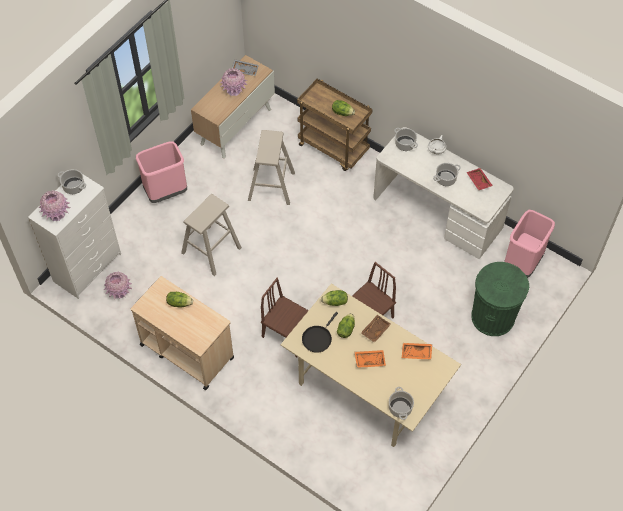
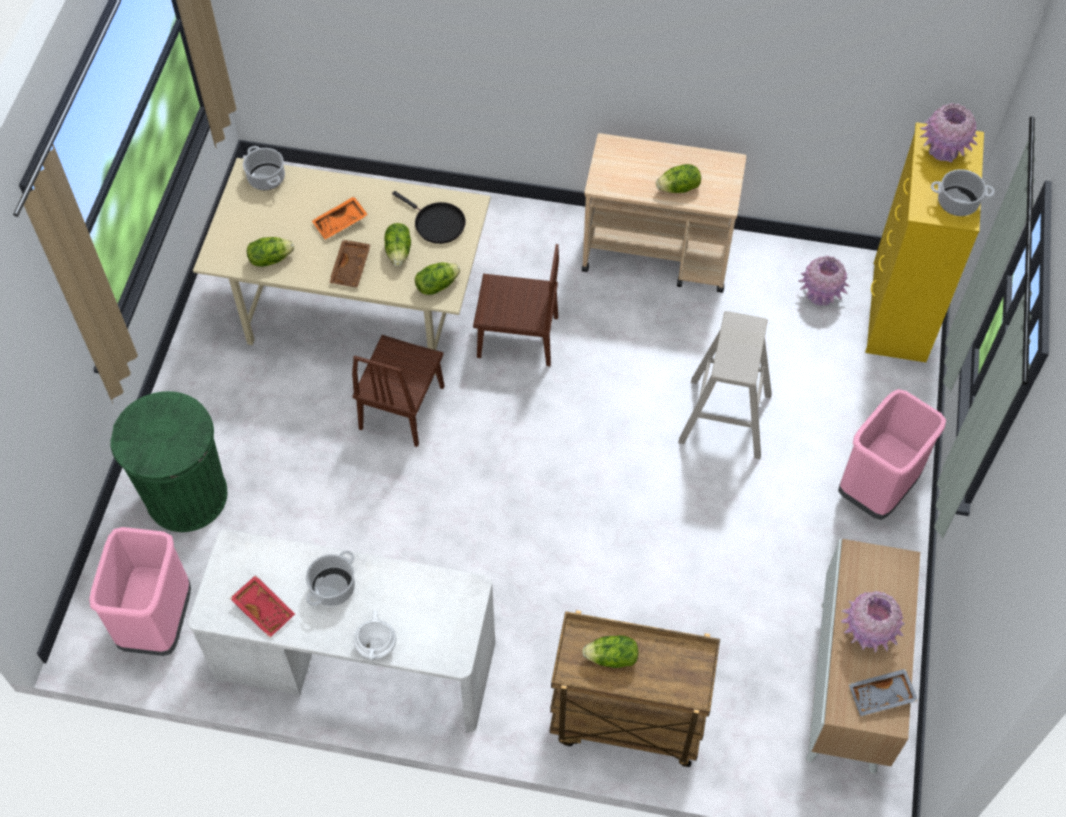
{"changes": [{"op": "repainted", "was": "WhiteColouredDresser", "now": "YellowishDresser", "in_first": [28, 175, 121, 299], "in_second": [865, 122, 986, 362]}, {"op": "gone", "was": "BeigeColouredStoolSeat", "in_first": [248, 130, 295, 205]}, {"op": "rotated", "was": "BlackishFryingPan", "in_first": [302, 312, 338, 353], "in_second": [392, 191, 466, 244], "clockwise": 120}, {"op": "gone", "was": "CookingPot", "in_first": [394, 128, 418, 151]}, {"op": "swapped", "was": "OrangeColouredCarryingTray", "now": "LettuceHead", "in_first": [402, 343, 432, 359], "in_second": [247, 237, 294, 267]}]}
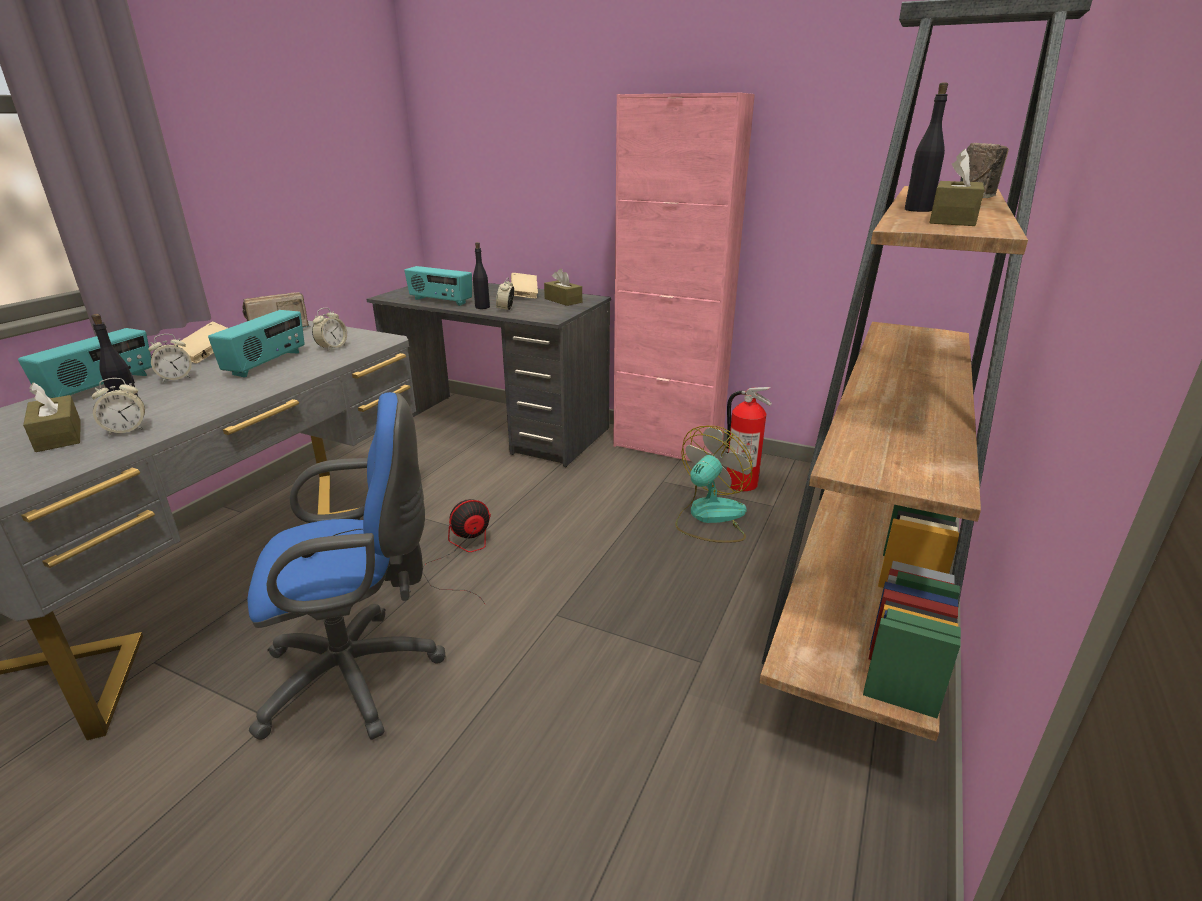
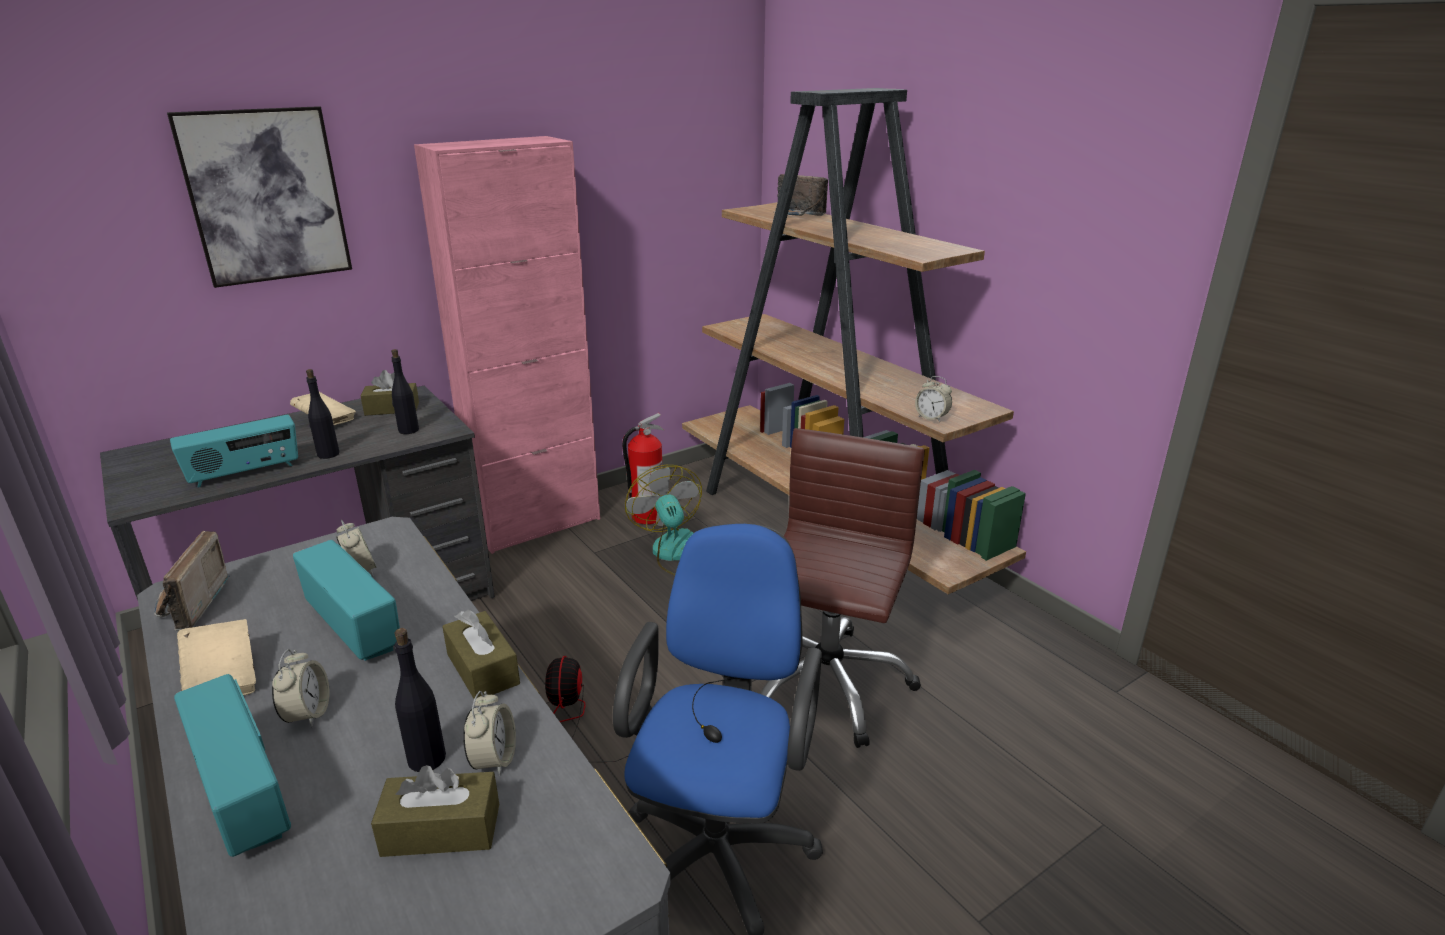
{"changes": [{"op": "shifted", "was": "AlarmClock", "in_first": [496, 277, 514, 311], "in_second": [915, 376, 952, 422]}, {"op": "shifted", "was": "BlackishBeverageBottle", "in_first": [905, 83, 948, 212], "in_second": [391, 349, 419, 434]}, {"op": "shifted", "was": "BrownColouredBoxOfTissues", "in_first": [929, 149, 984, 226], "in_second": [442, 610, 520, 699]}, {"op": "new", "now": "WallArt", "in_second": [167, 106, 352, 288]}, {"op": "new", "now": "BrownColouredOfficeChair", "in_second": [760, 428, 925, 748]}]}
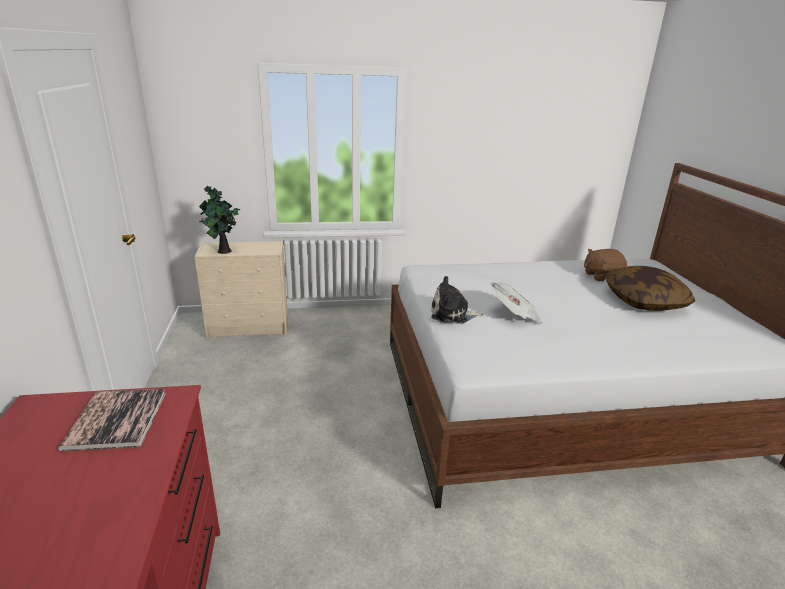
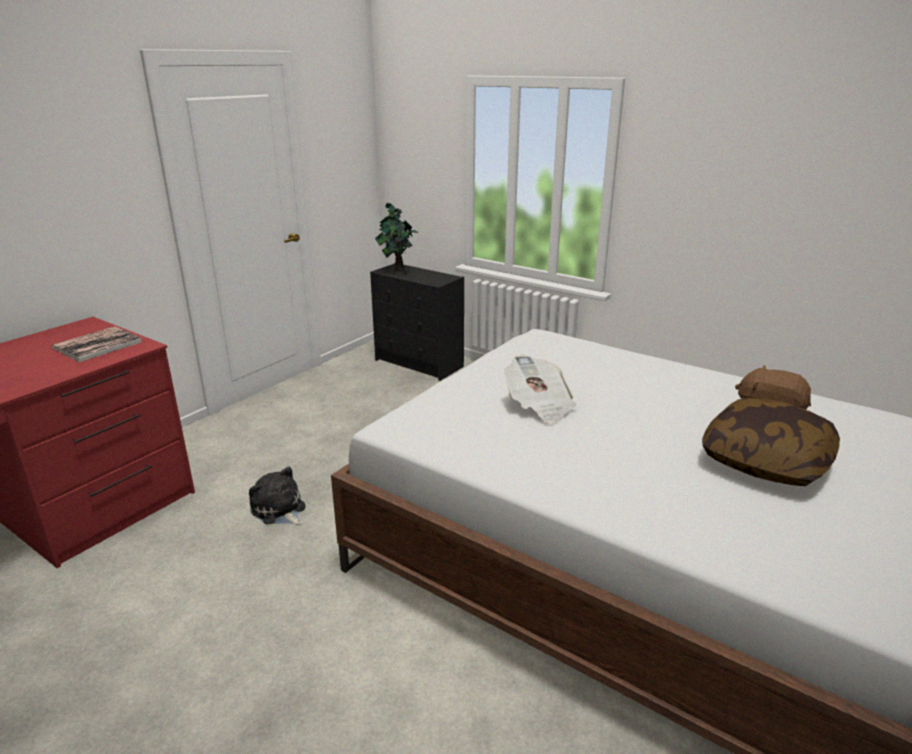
{"changes": [{"op": "repainted", "was": "BeigeColouredDresser", "now": "BlackishDresser", "in_first": [194, 241, 288, 339], "in_second": [370, 263, 464, 381]}, {"op": "shifted", "was": "CuddlyToy", "in_first": [431, 276, 484, 324], "in_second": [249, 466, 305, 526]}]}
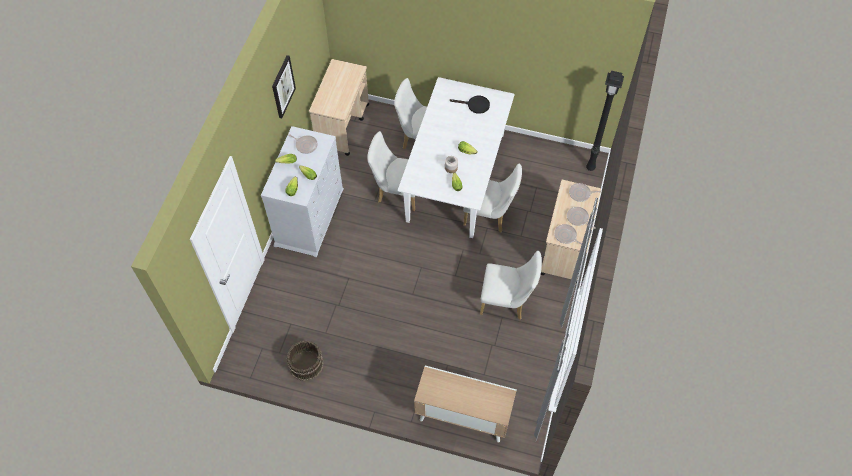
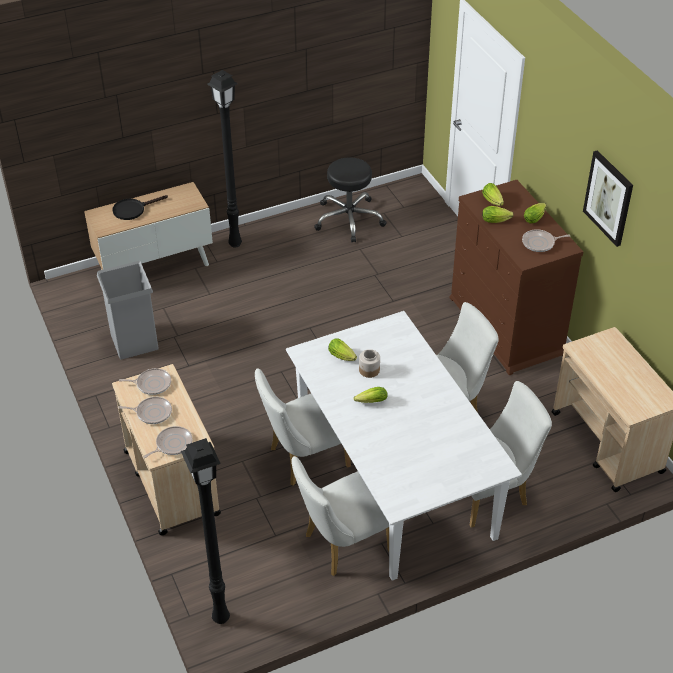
{"changes": [{"op": "repainted", "was": "WhiteColouredDresser", "now": "BrownColouredDresser", "in_first": [261, 126, 344, 257], "in_second": [449, 180, 583, 375]}, {"op": "swapped", "was": "BrownColouredWaterBucket", "now": "BlackishStoolSeat", "in_first": [287, 340, 324, 381], "in_second": [314, 157, 386, 242]}, {"op": "shifted", "was": "BlackishFryingPan", "in_first": [449, 96, 490, 114], "in_second": [112, 195, 168, 220]}, {"op": "shifted", "was": "WhiteColouredChair", "in_first": [480, 251, 542, 320], "in_second": [291, 456, 389, 576]}, {"op": "new", "now": "GrayRubbishBin", "in_second": [97, 261, 159, 360]}, {"op": "new", "now": "BlackishStandingLamp", "in_second": [207, 70, 242, 248]}]}
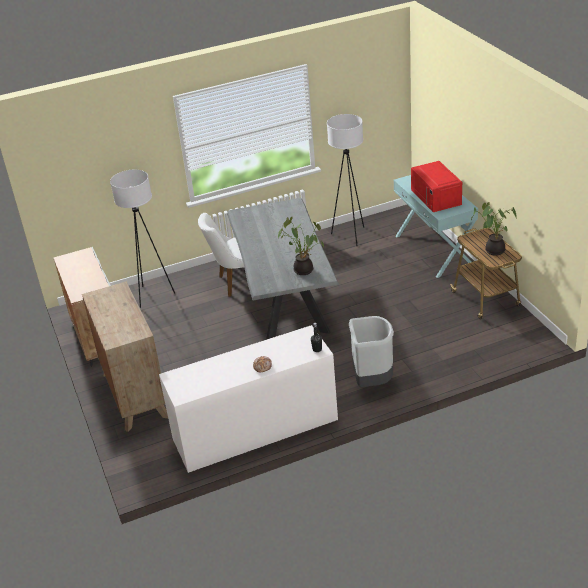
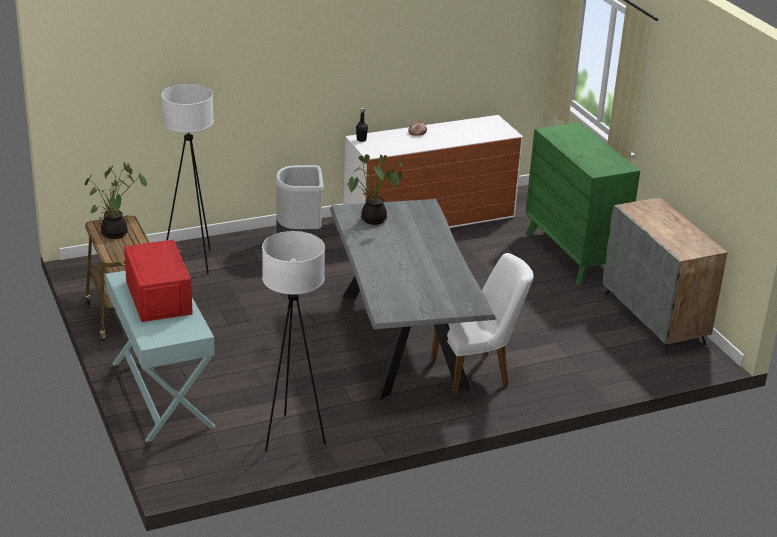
{"changes": [{"op": "repainted", "was": "BrownColouredDresser", "now": "GreenDresser", "in_first": [82, 282, 168, 432], "in_second": [525, 122, 640, 286]}, {"op": "shifted", "was": "WhiteColouredStandingLamp", "in_first": [110, 170, 175, 308], "in_second": [161, 84, 214, 274]}]}
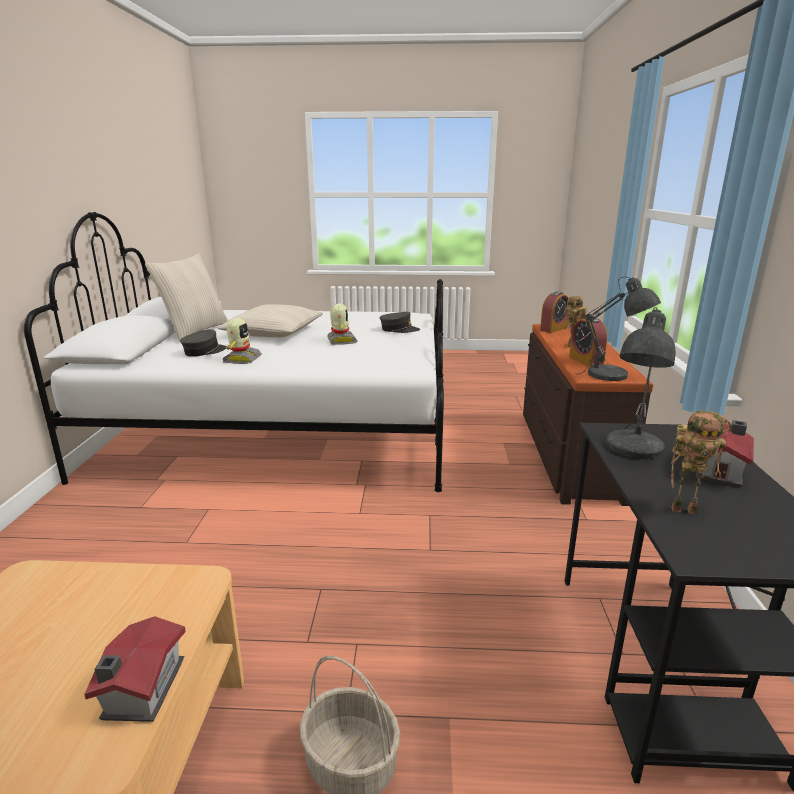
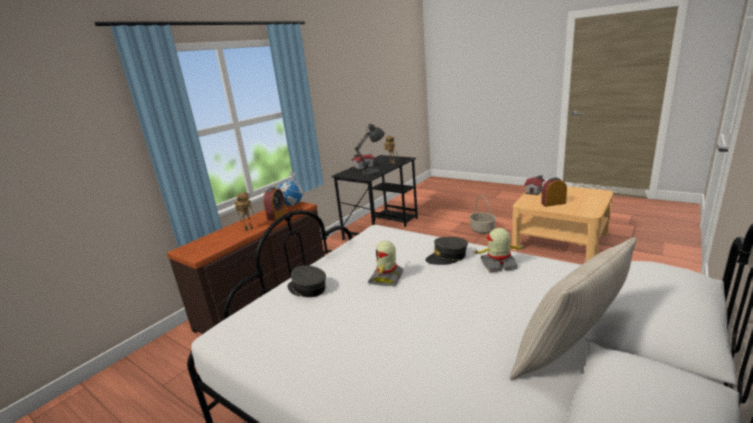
{"changes": [{"op": "shifted", "was": "GrayPeakedCap", "in_first": [180, 329, 227, 357], "in_second": [425, 237, 468, 265]}, {"op": "gone", "was": "BeigeColouredThrowPillow", "in_first": [218, 304, 323, 338]}, {"op": "rotated", "was": "RobotFigure", "in_first": [222, 318, 262, 364], "in_second": [474, 228, 525, 272], "clockwise": 45}, {"op": "shifted", "was": "AlarmClock", "in_first": [540, 291, 569, 333], "in_second": [541, 177, 567, 207]}, {"op": "swapped", "was": "GrayTableLamp", "now": "DeskGlobe", "in_first": [580, 277, 661, 381], "in_second": [276, 171, 305, 206]}]}
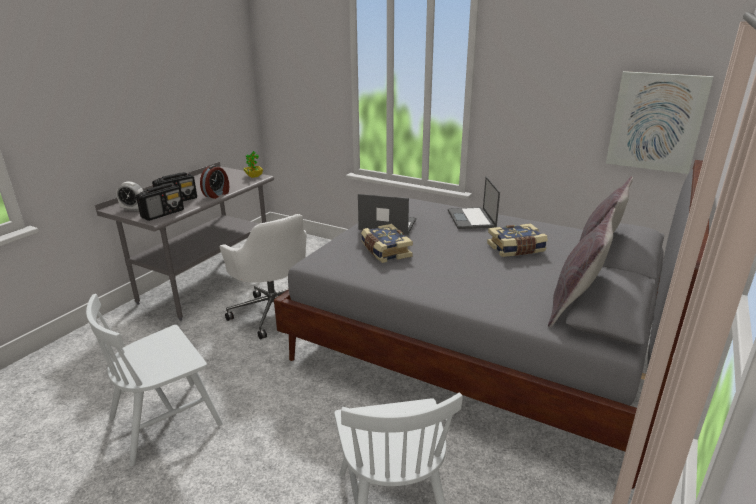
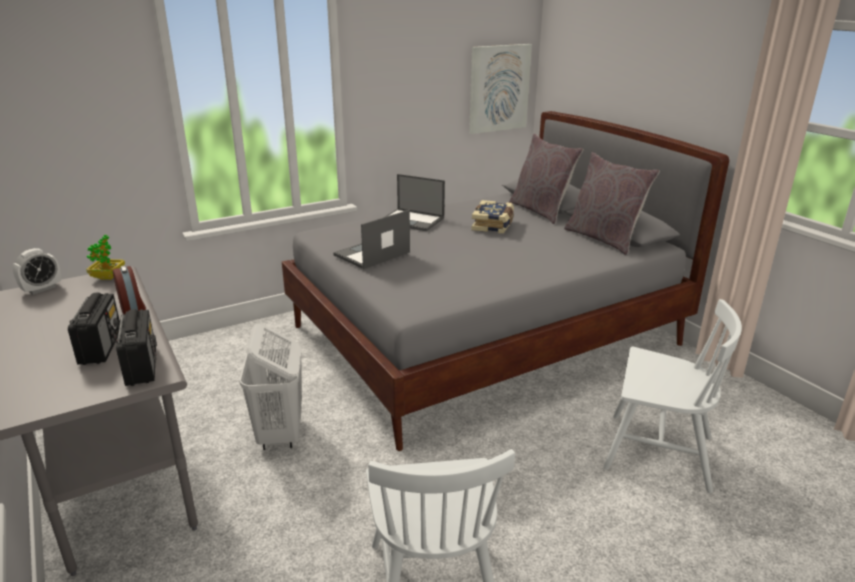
{"changes": [{"op": "shifted", "was": "AlarmClock", "in_first": [116, 182, 144, 211], "in_second": [13, 248, 61, 295]}, {"op": "swapped", "was": "WhiteColouredOfficeChair", "now": "WhiteColouredHamper", "in_first": [219, 214, 306, 340], "in_second": [239, 324, 302, 450]}, {"op": "gone", "was": "Volume", "in_first": [361, 224, 413, 263]}]}
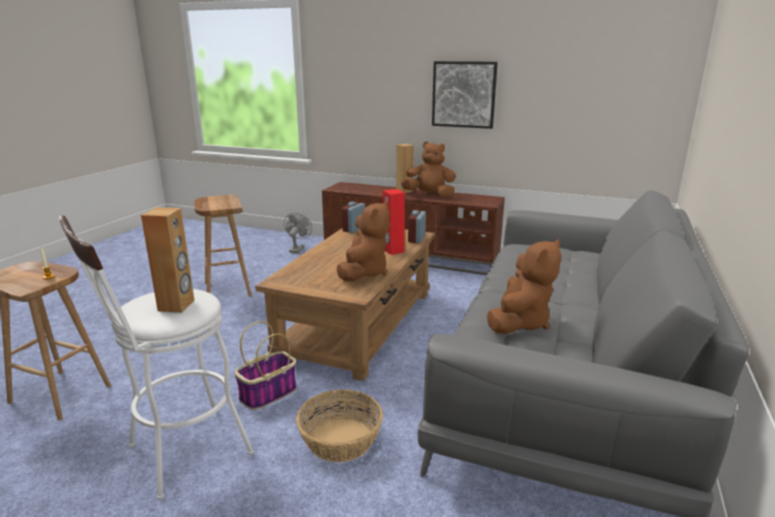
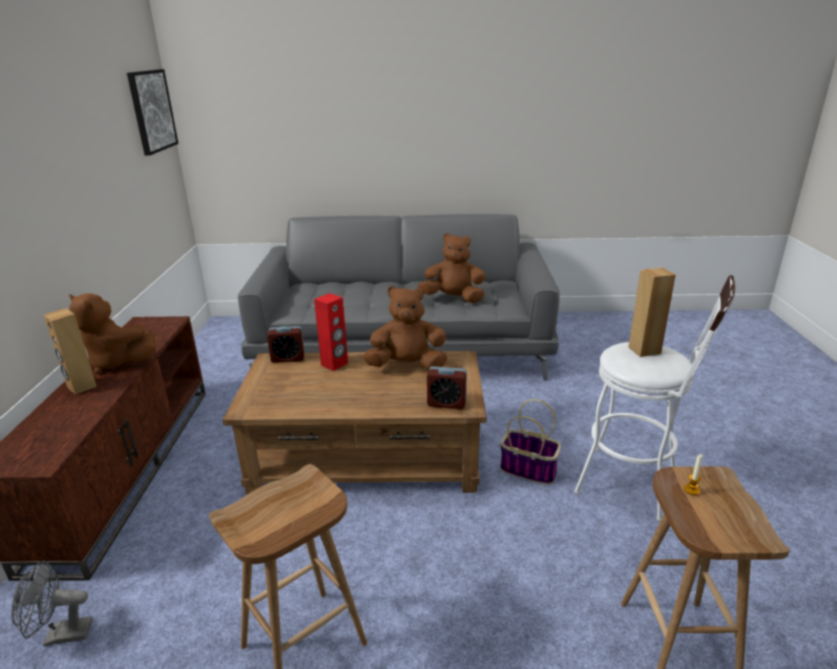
{"changes": [{"op": "gone", "was": "StorageBasket", "in_first": [296, 389, 383, 462]}, {"op": "shifted", "was": "AlarmClock", "in_first": [342, 202, 365, 233], "in_second": [427, 366, 467, 409]}, {"op": "rotated", "was": "BrownColouredCuddlyToy", "in_first": [401, 142, 456, 197], "in_second": [69, 293, 156, 374], "clockwise": -60}, {"op": "shifted", "was": "WallArt", "in_first": [432, 61, 498, 129], "in_second": [127, 69, 178, 156]}]}
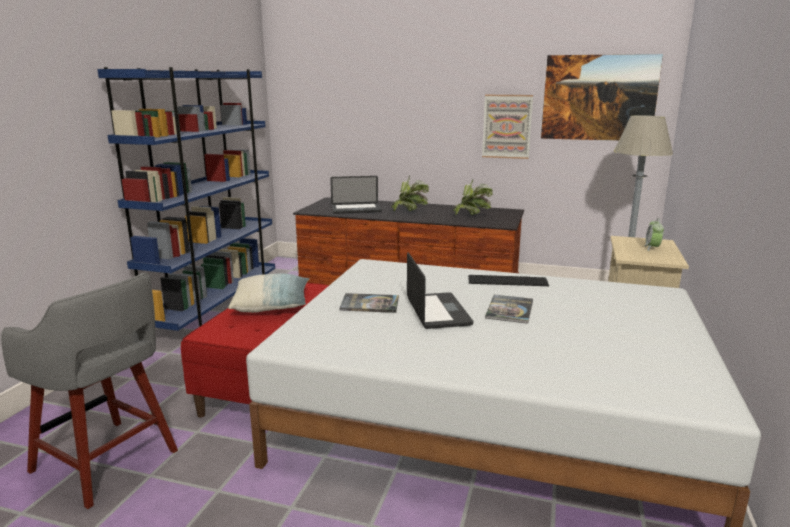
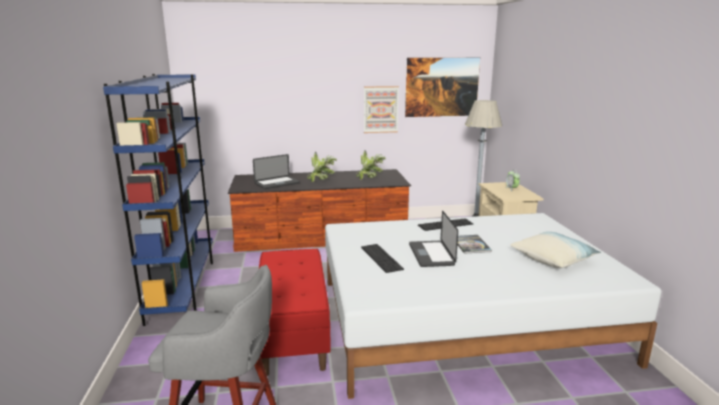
{"changes": [{"op": "shifted", "was": "ThrowPillow", "in_first": [228, 274, 309, 313], "in_second": [510, 232, 601, 268]}, {"op": "swapped", "was": "Volume", "now": "Keyboard", "in_first": [340, 293, 399, 313], "in_second": [361, 244, 404, 273]}, {"op": "rotated", "was": "PortableComputer", "in_first": [407, 252, 473, 329], "in_second": [409, 210, 458, 267], "clockwise": -150}]}
